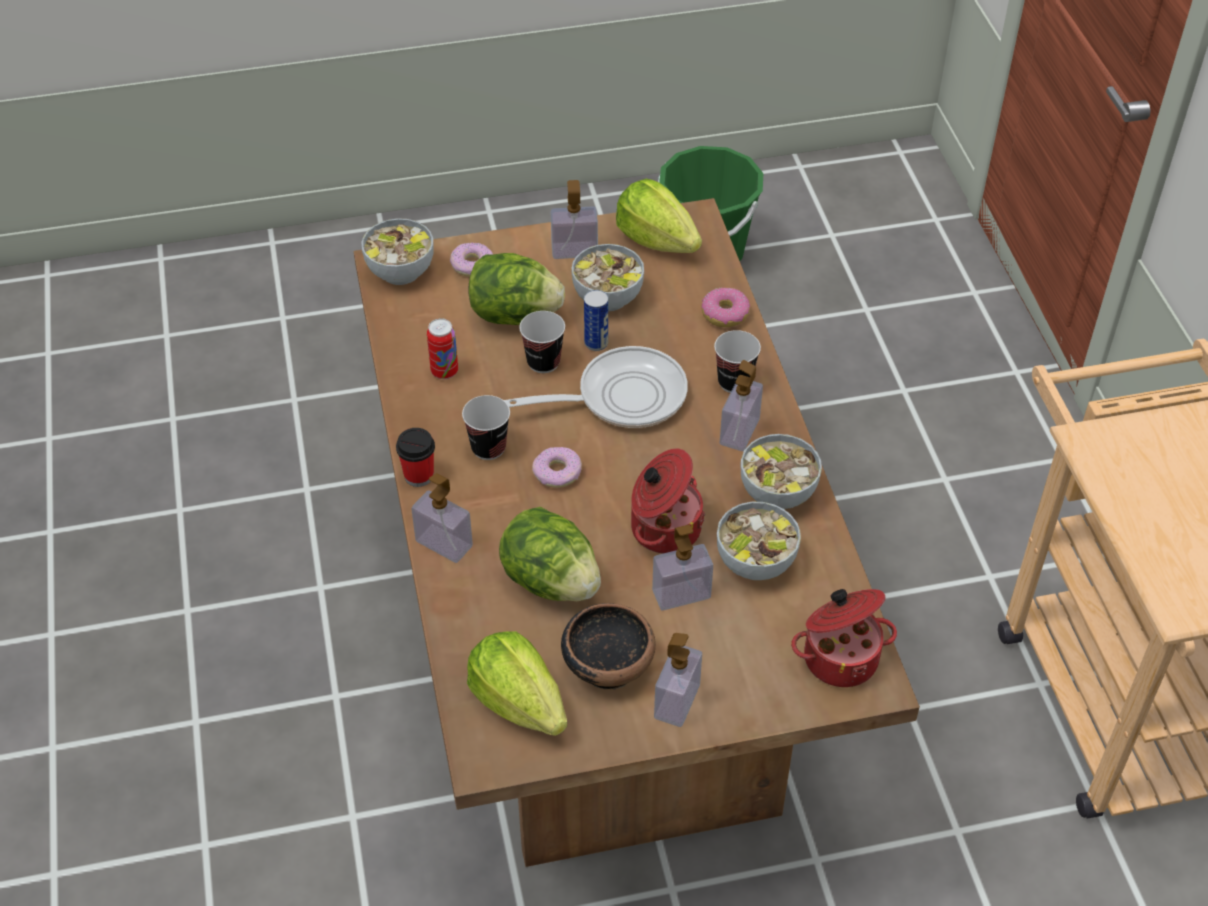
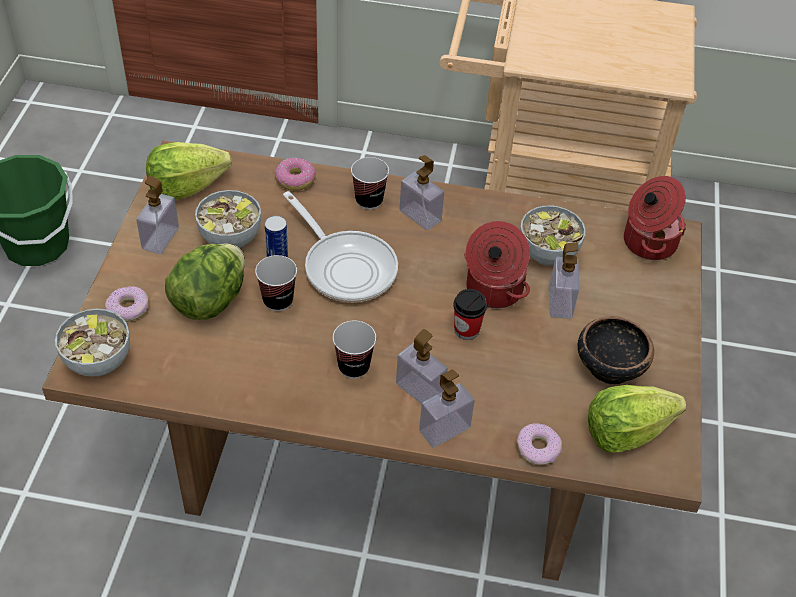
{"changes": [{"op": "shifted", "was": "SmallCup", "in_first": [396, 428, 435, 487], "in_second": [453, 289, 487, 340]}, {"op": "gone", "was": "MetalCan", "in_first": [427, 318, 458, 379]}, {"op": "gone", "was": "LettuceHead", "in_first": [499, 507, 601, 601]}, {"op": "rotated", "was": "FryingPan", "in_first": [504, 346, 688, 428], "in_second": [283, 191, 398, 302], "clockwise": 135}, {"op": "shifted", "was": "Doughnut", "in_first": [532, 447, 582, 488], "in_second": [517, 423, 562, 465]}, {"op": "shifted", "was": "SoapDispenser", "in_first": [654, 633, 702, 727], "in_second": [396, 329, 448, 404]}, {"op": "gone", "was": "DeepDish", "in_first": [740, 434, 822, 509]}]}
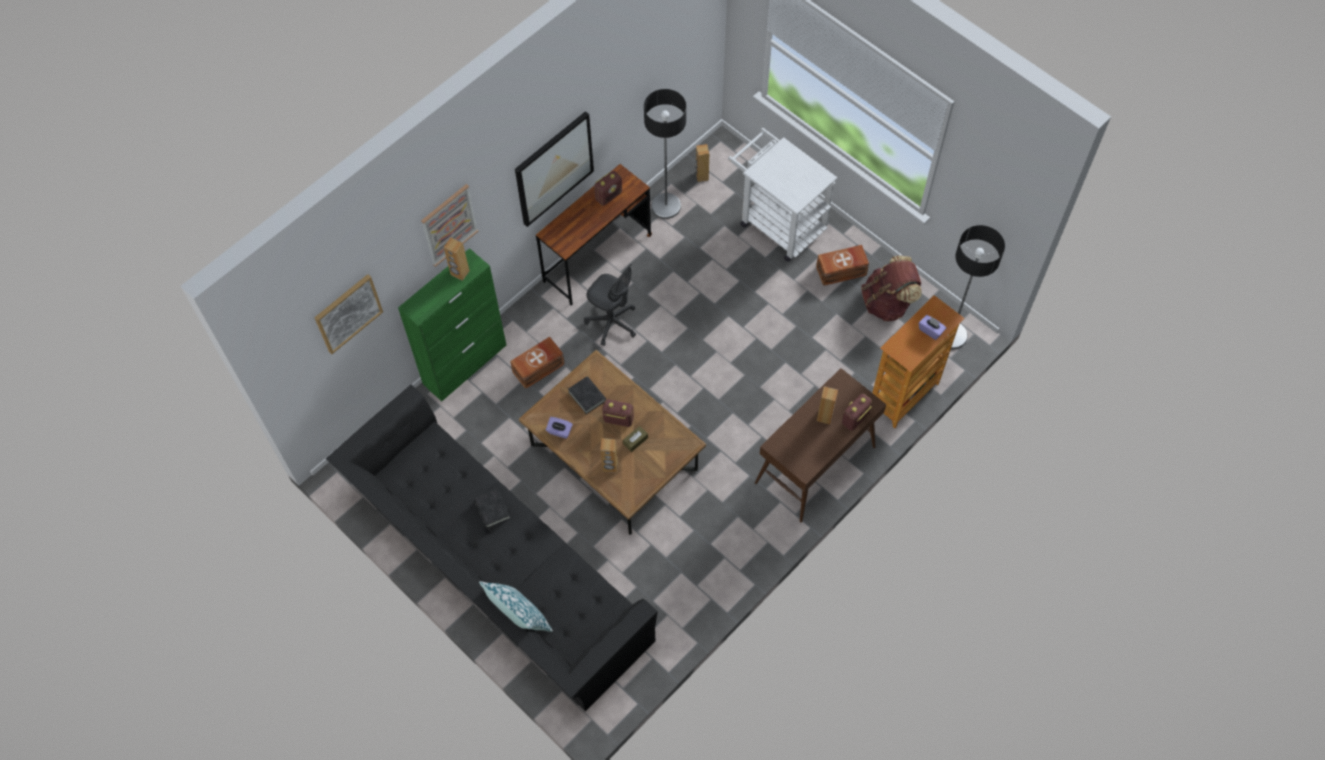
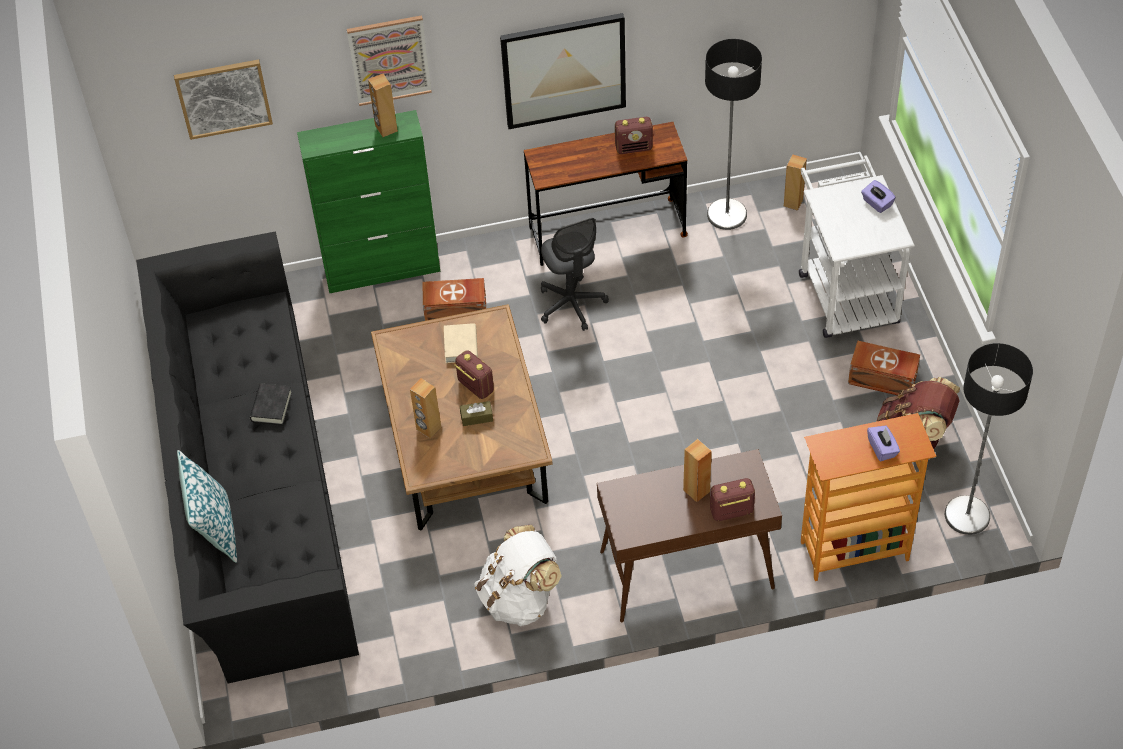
{"changes": [{"op": "shifted", "was": "PurpleColouredBoxOfTissues", "in_first": [546, 417, 573, 439], "in_second": [861, 180, 896, 213]}, {"op": "repainted", "was": "BlackishVolume", "now": "BeigeColouredVolume", "in_first": [568, 376, 606, 414], "in_second": [444, 323, 478, 363]}, {"op": "new", "now": "WhiteColouredRucksack", "in_second": [474, 525, 561, 627]}]}
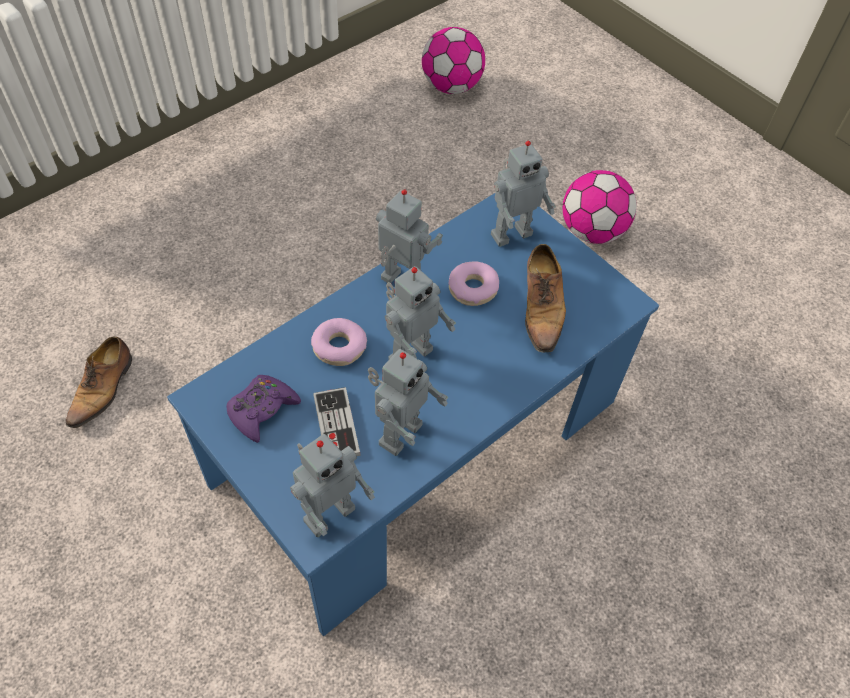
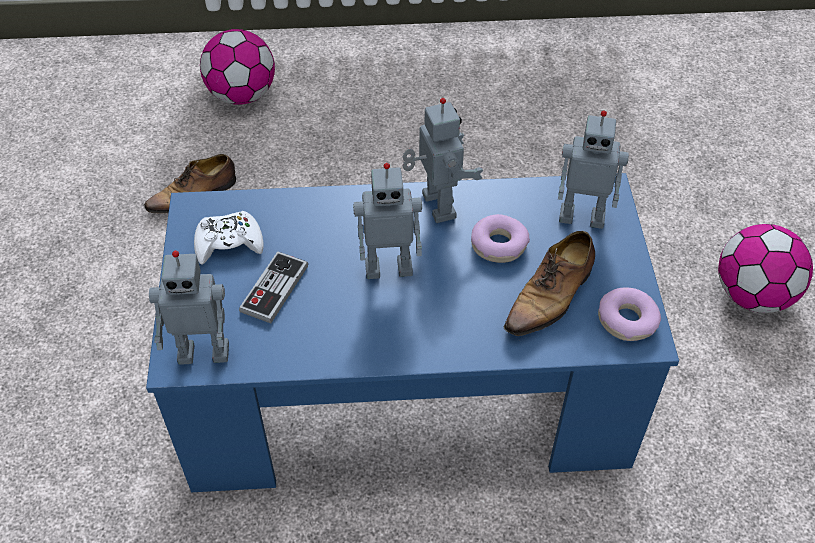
{"changes": [{"op": "repainted", "was": "PurpleColouredJoypad", "now": "WhiteColouredJoypad", "in_first": [227, 375, 301, 443], "in_second": [194, 211, 263, 264]}, {"op": "shifted", "was": "Doughnut", "in_first": [311, 318, 367, 366], "in_second": [598, 287, 661, 341]}, {"op": "gone", "was": "RobotFigure", "in_first": [368, 349, 449, 456]}, {"op": "shifted", "was": "Football", "in_first": [422, 27, 485, 94], "in_second": [200, 29, 275, 105]}]}
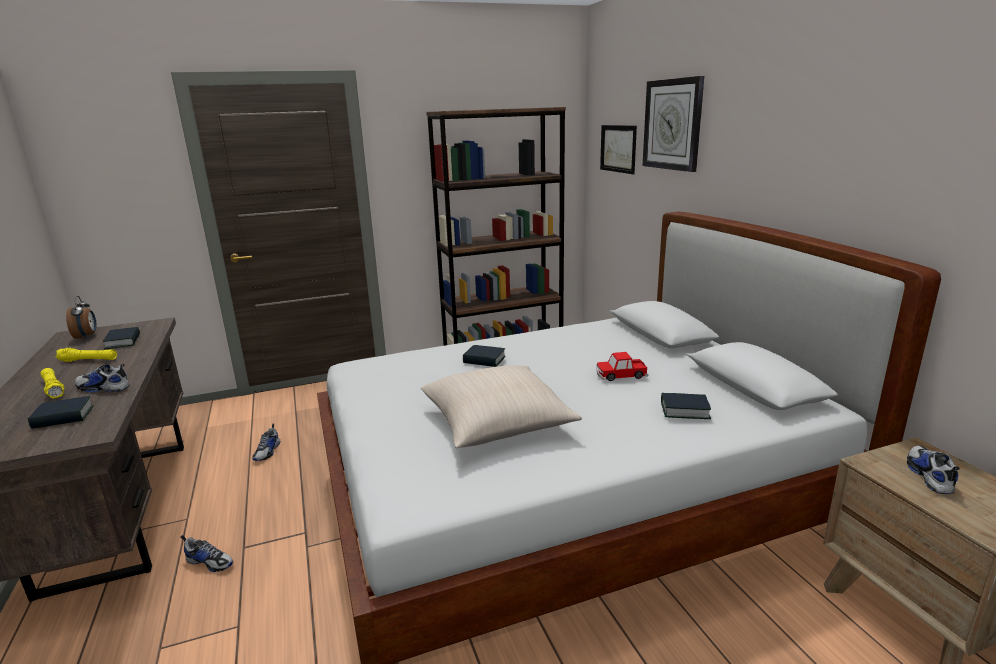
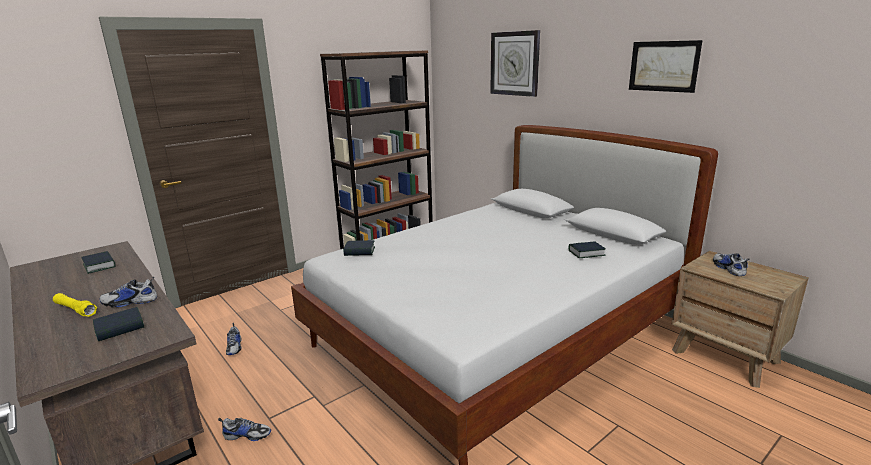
{"changes": [{"op": "gone", "was": "YellowishHandTorch", "in_first": [56, 348, 117, 362]}, {"op": "gone", "was": "AlarmClock", "in_first": [66, 296, 97, 339]}, {"op": "gone", "was": "BeigeColouredThrowPillow", "in_first": [421, 365, 582, 448]}, {"op": "shifted", "was": "Volume", "in_first": [463, 345, 506, 367], "in_second": [343, 240, 375, 256]}, {"op": "gone", "was": "MiniatureCar", "in_first": [596, 352, 648, 381]}, {"op": "shifted", "was": "WallArt", "in_first": [600, 125, 637, 174], "in_second": [629, 40, 702, 93]}]}
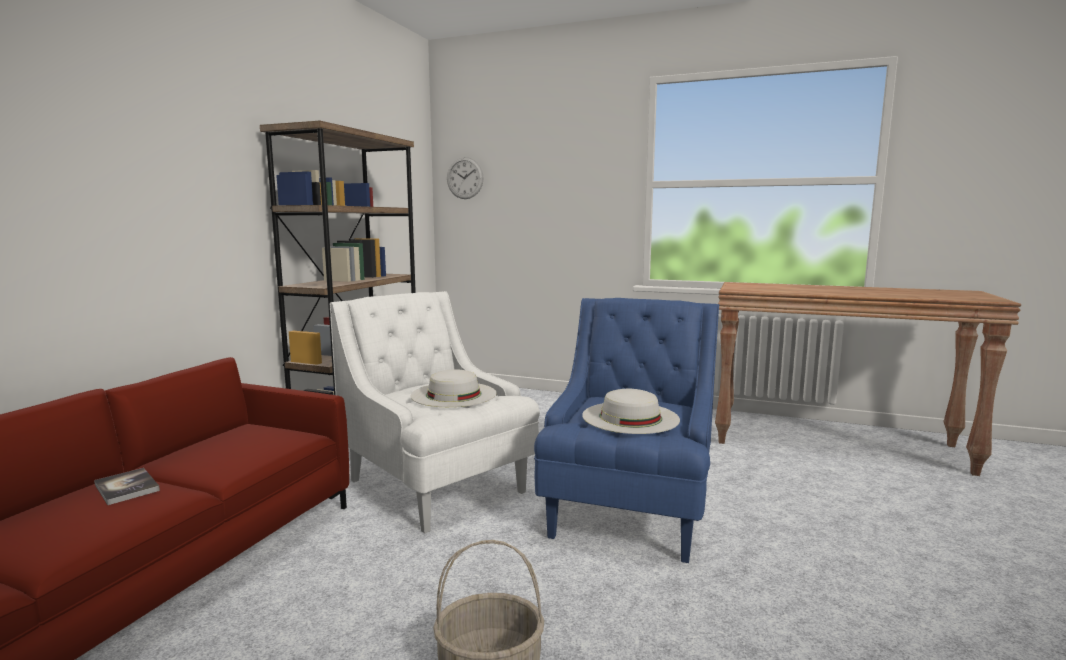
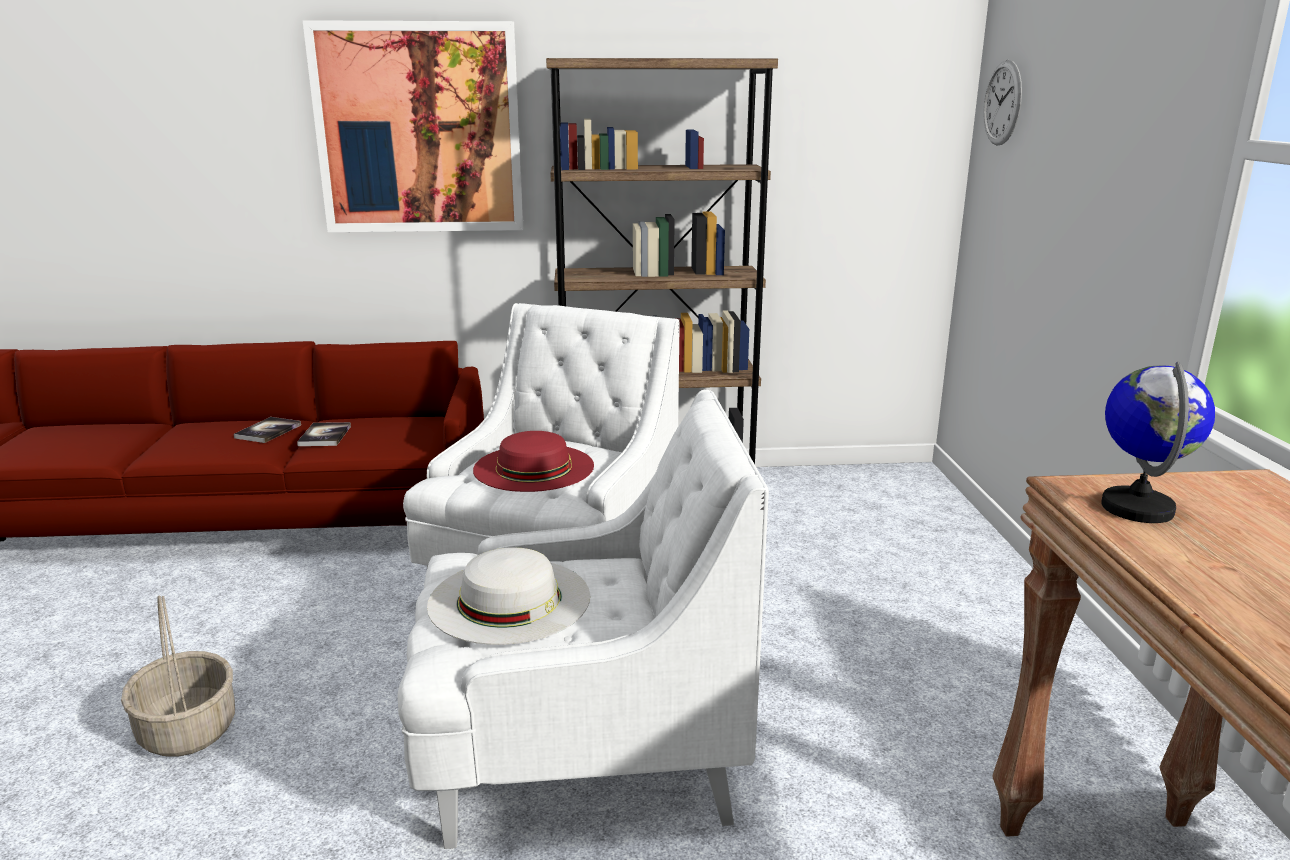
{"changes": [{"op": "repainted", "was": "WhiteColouredClothingHat", "now": "RedClothingHat", "in_first": [411, 369, 496, 407], "in_second": [473, 431, 594, 492]}, {"op": "repainted", "was": "BlueArmchair", "now": "WhiteColouredArmchair", "in_first": [534, 298, 719, 563], "in_second": [397, 390, 769, 849]}, {"op": "new", "now": "Volume", "in_second": [297, 422, 351, 446]}, {"op": "new", "now": "WallArt", "in_second": [303, 20, 523, 232]}, {"op": "new", "now": "DeskGlobe", "in_second": [1101, 361, 1215, 523]}]}
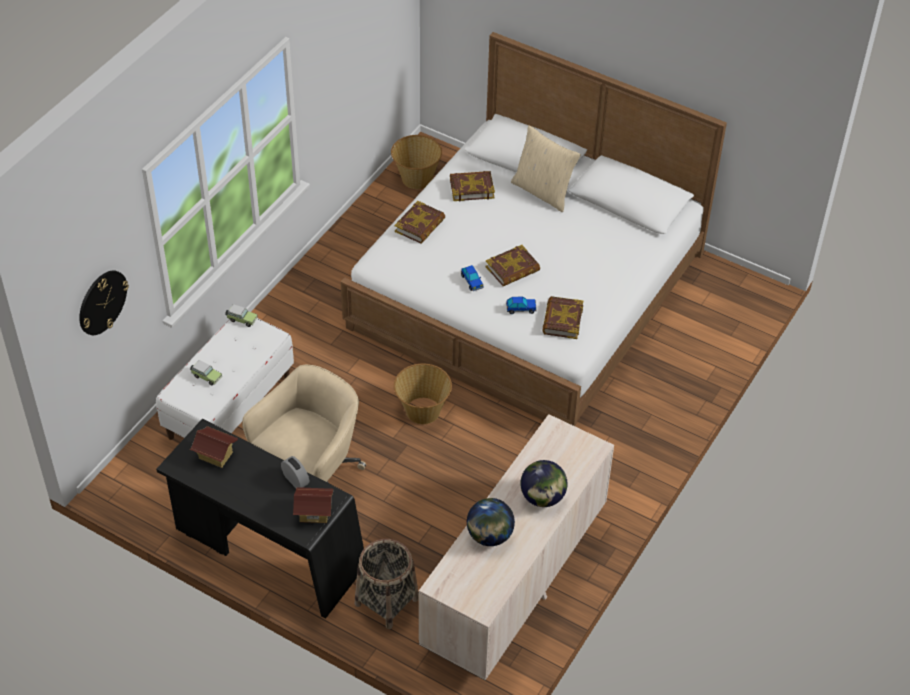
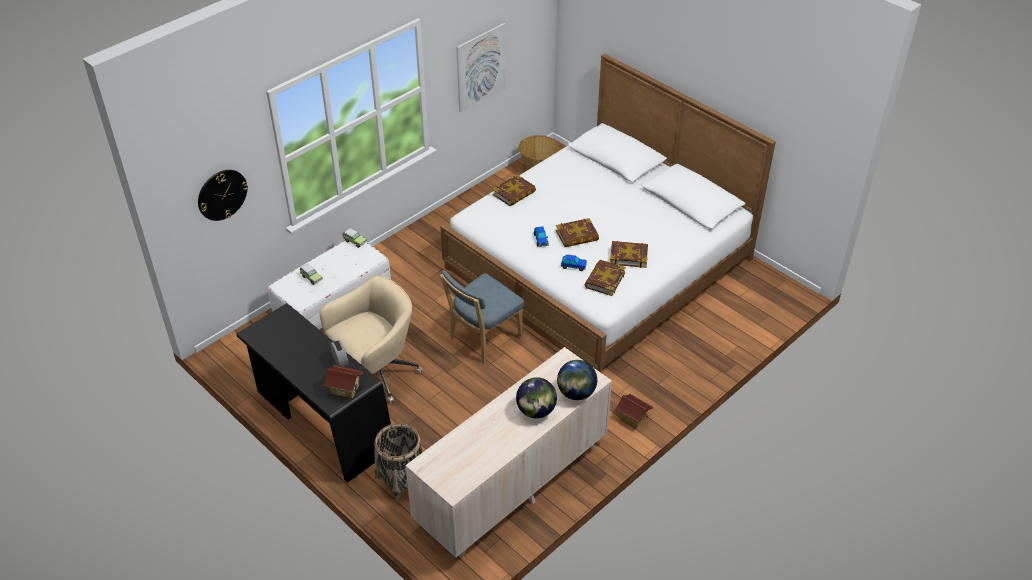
{"changes": [{"op": "shifted", "was": "ModelHouse", "in_first": [190, 426, 238, 468], "in_second": [615, 394, 653, 428]}, {"op": "swapped", "was": "StorageBasket", "now": "BlueChair", "in_first": [394, 364, 452, 424], "in_second": [440, 270, 525, 363]}, {"op": "shifted", "was": "Volume", "in_first": [450, 171, 495, 201], "in_second": [610, 241, 648, 268]}, {"op": "shifted", "was": "DeskGlobe", "in_first": [467, 498, 515, 546], "in_second": [557, 360, 597, 400]}, {"op": "gone", "was": "BeigeColouredThrowPillow", "in_first": [511, 125, 581, 212]}, {"op": "new", "now": "WallArt", "in_second": [456, 23, 506, 112]}]}
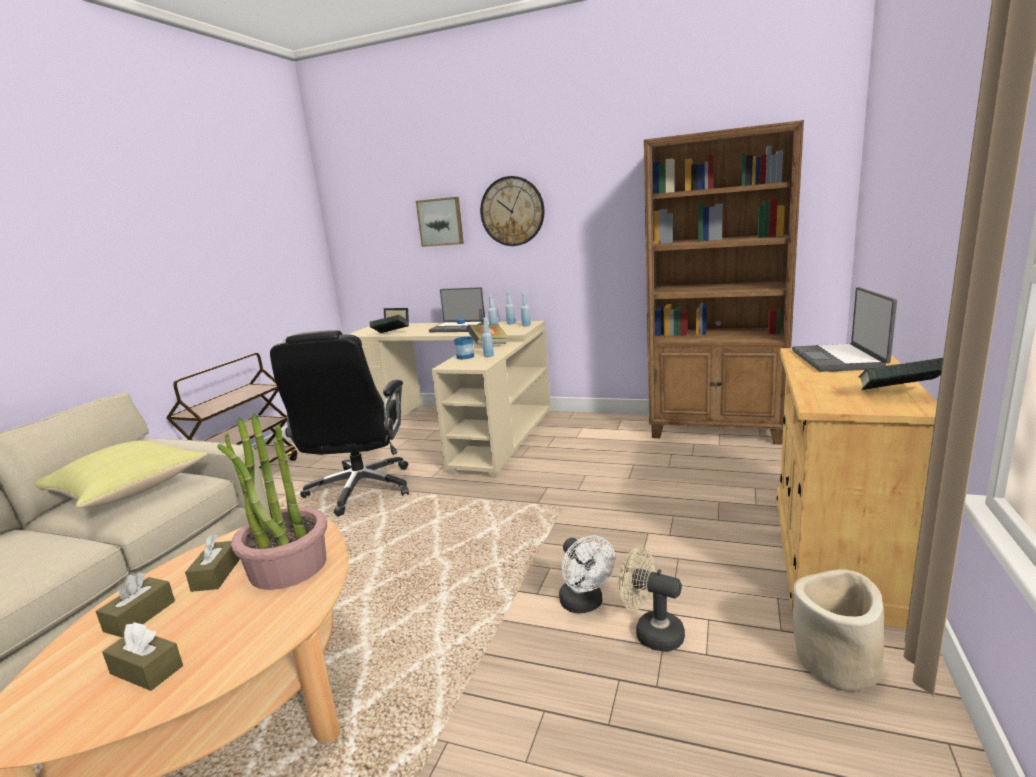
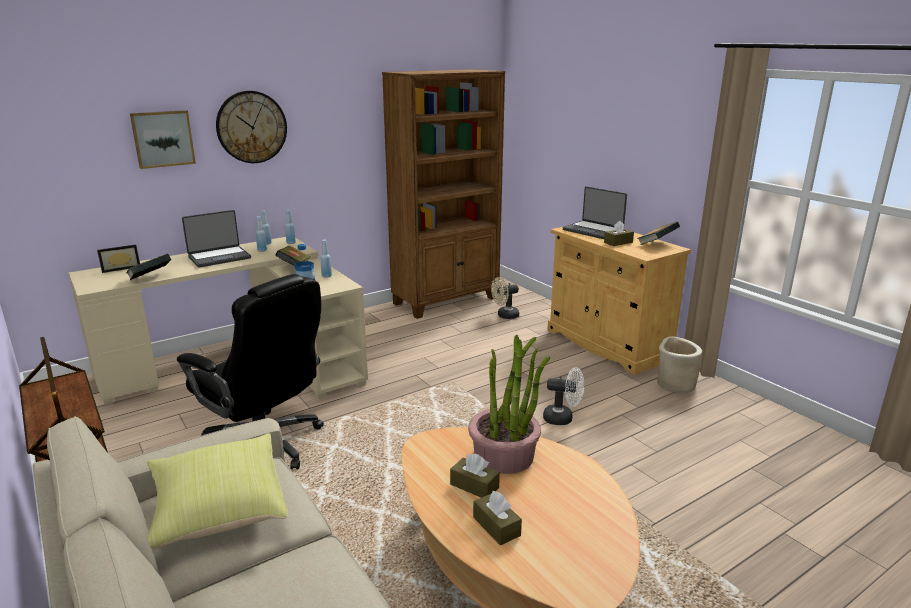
{"changes": [{"op": "shifted", "was": "BrownColouredBoxOfTissues", "in_first": [102, 622, 183, 691], "in_second": [604, 221, 634, 246]}, {"op": "shifted", "was": "BeigeColouredElectricFan", "in_first": [619, 547, 685, 652], "in_second": [491, 277, 519, 319]}]}
